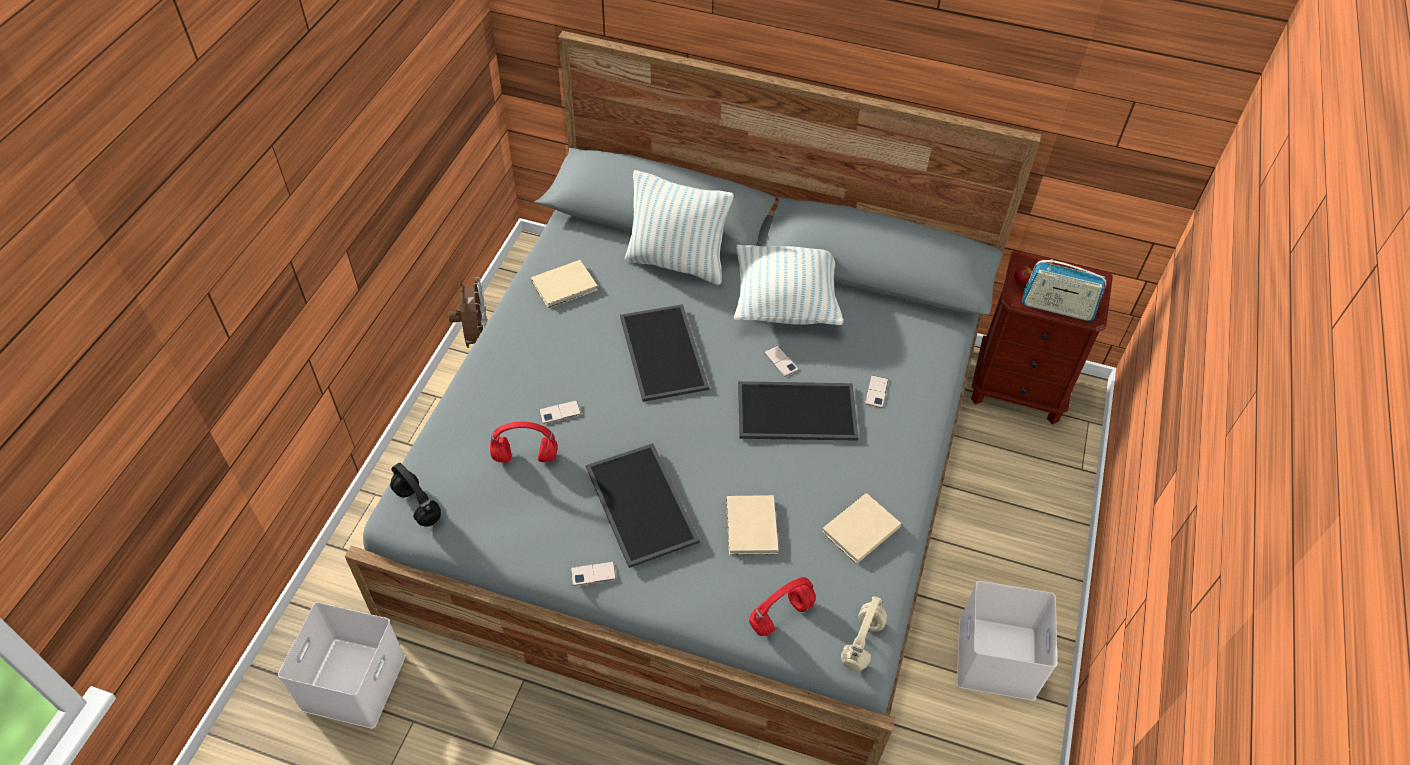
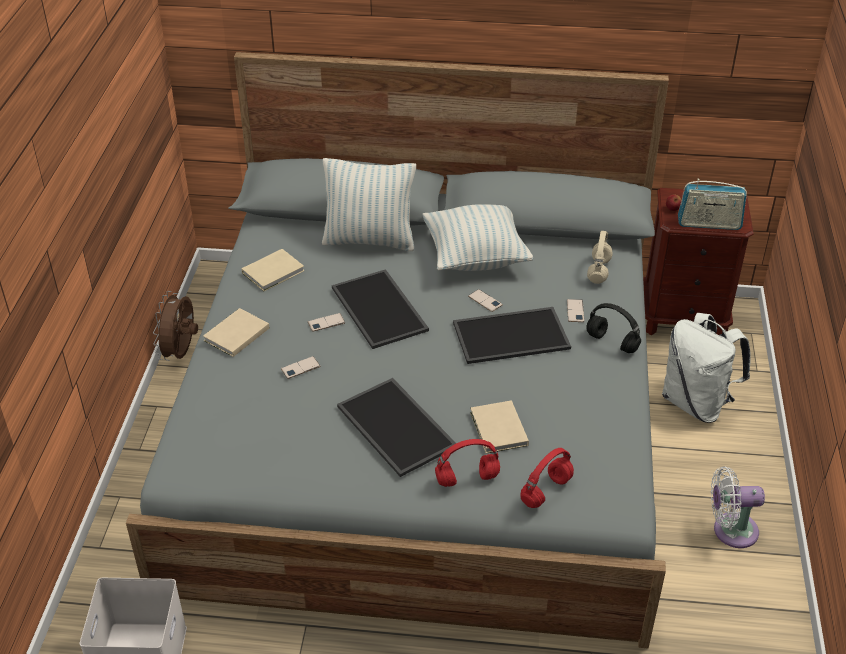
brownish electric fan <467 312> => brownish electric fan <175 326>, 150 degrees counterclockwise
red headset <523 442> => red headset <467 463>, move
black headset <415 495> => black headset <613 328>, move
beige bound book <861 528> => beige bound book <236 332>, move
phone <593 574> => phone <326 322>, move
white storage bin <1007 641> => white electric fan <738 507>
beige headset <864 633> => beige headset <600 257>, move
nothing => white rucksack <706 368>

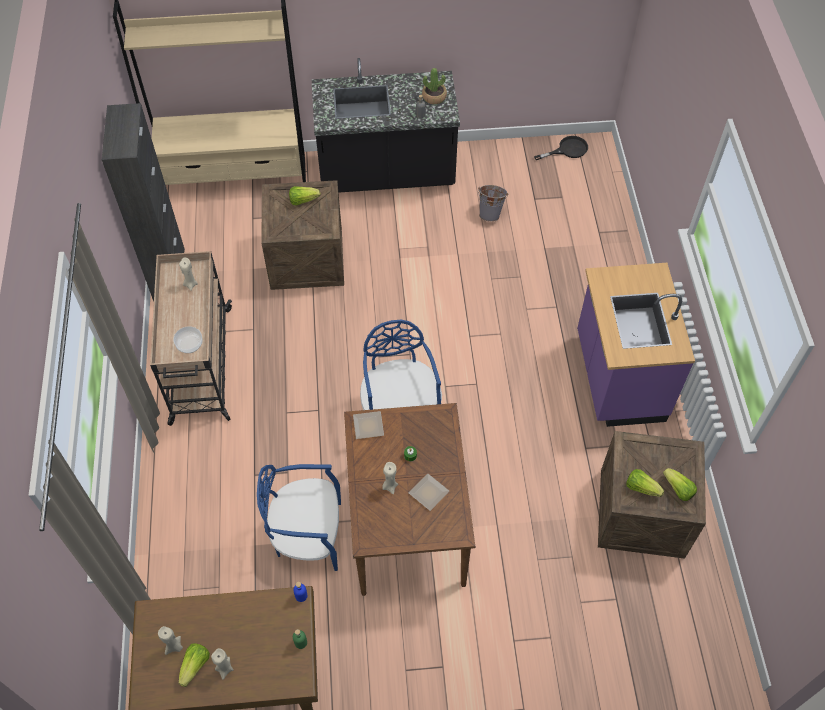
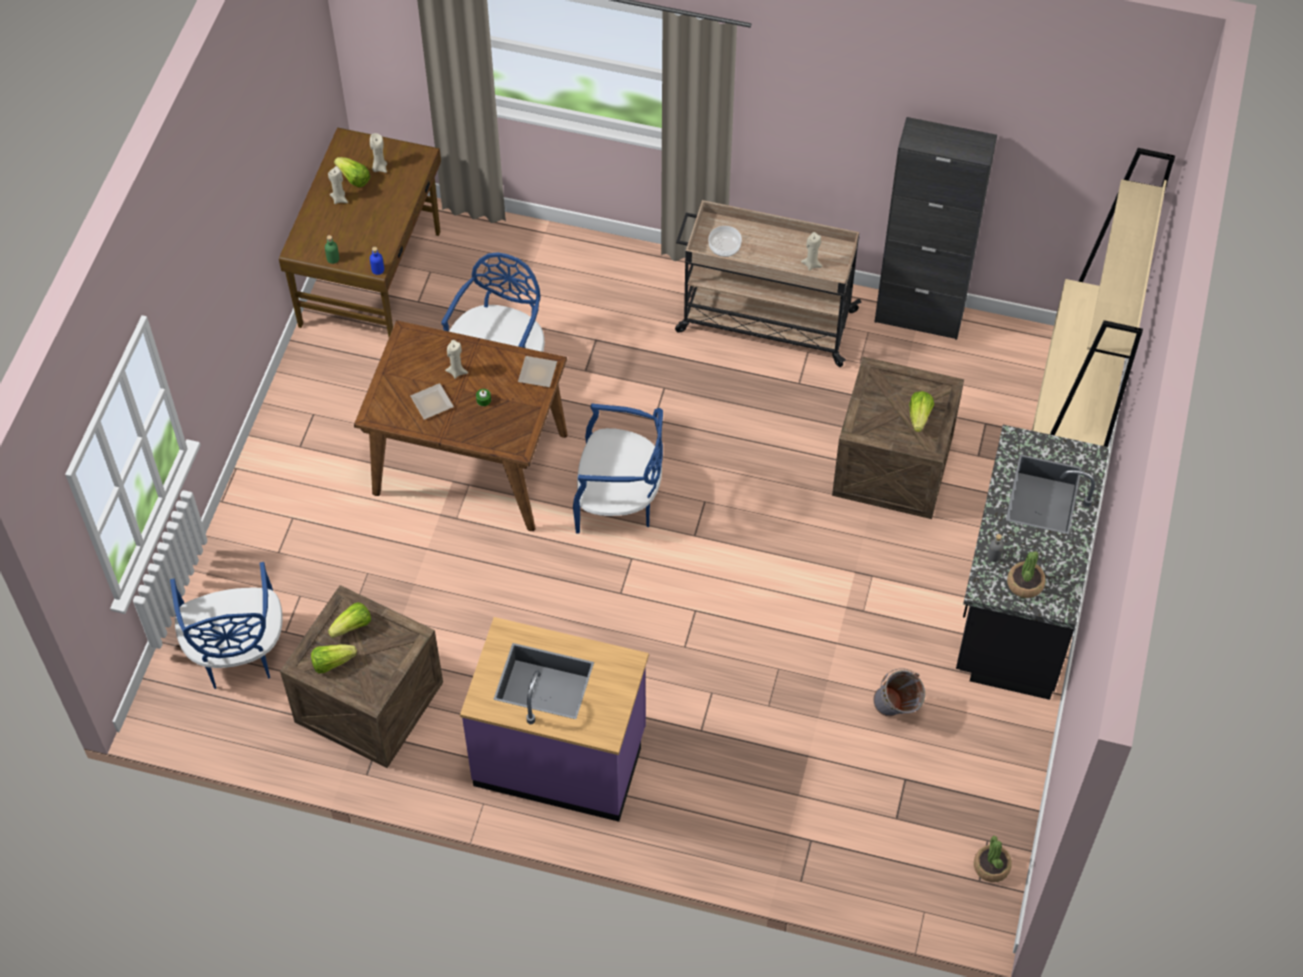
black pan <561 148> => houseplant <993 859>
nothing => blue-coloured chair <226 625>

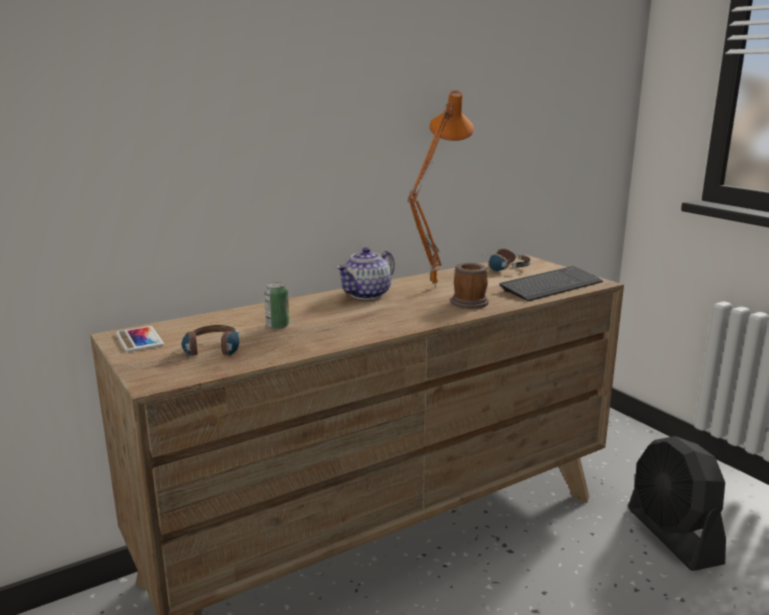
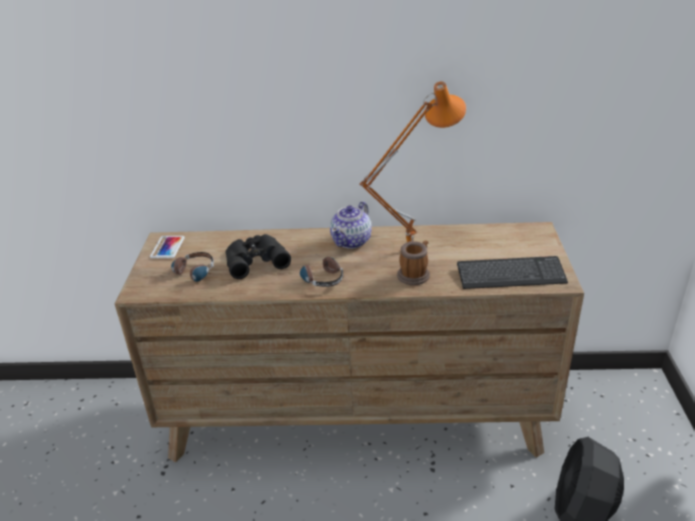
teapot <365 273> => teapot <351 225>, 45 degrees counterclockwise
headset <508 259> => headset <321 270>, move
sealed can <276 305> => black binoculars <258 256>

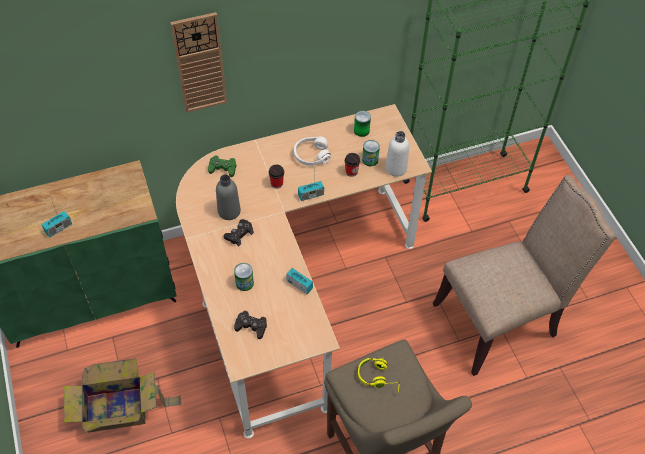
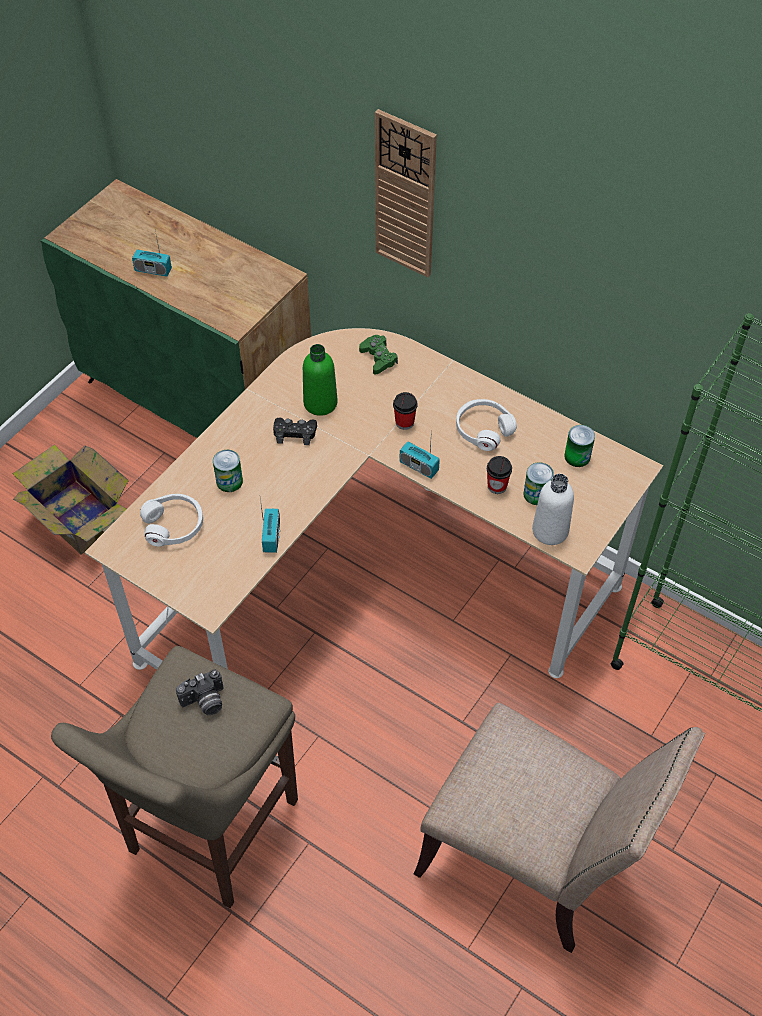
grey bottle <228 197> => green-coloured bottle <320 380>
black joypad <250 325> => white headset <171 520>
yellow headset <379 375> => photo camera <200 692>

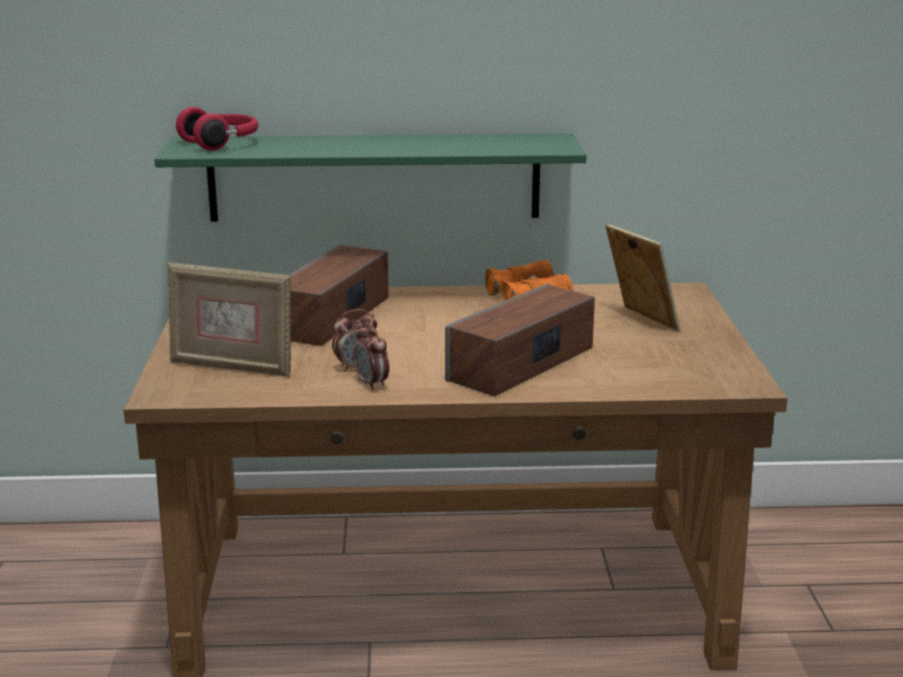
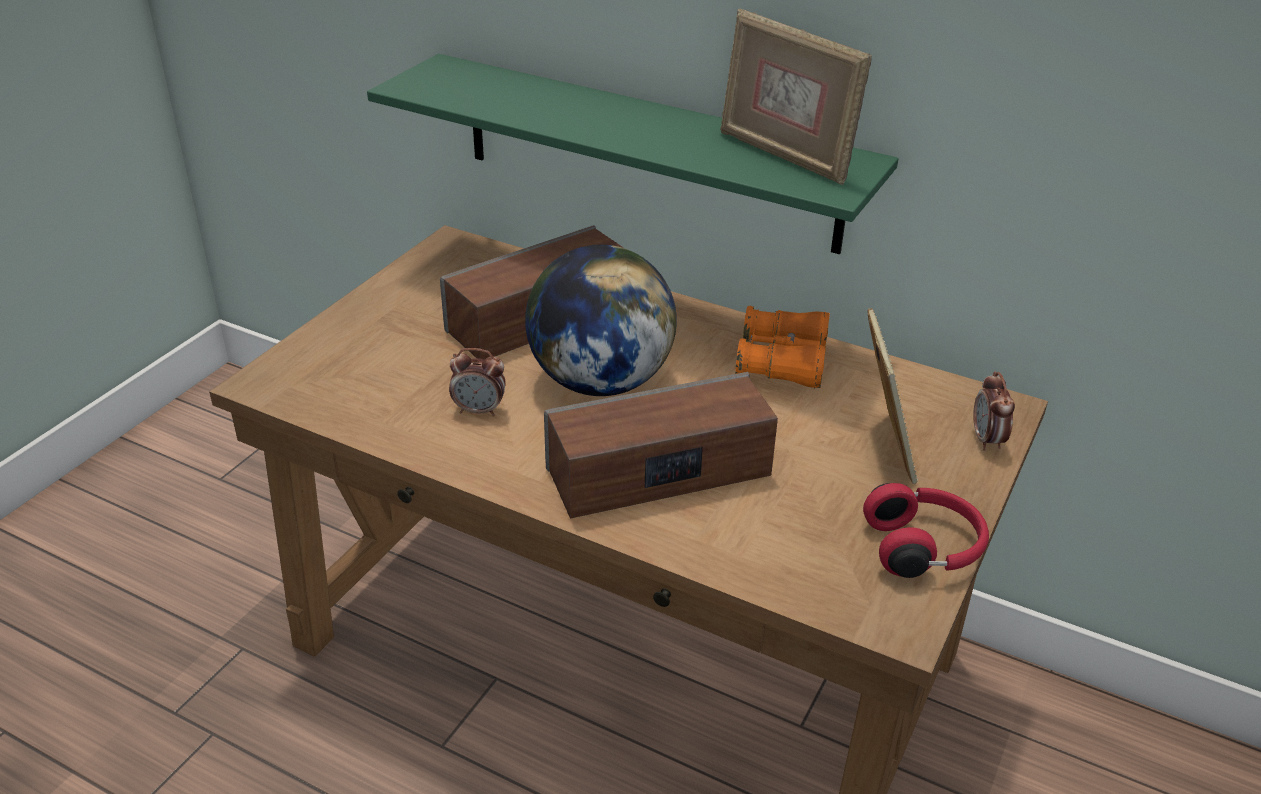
red headset <217 128> => red headset <926 530>, move
picture frame <229 319> => picture frame <796 97>, move
table clock <371 356> => table clock <994 411>, move
nothing => world globe <601 320>

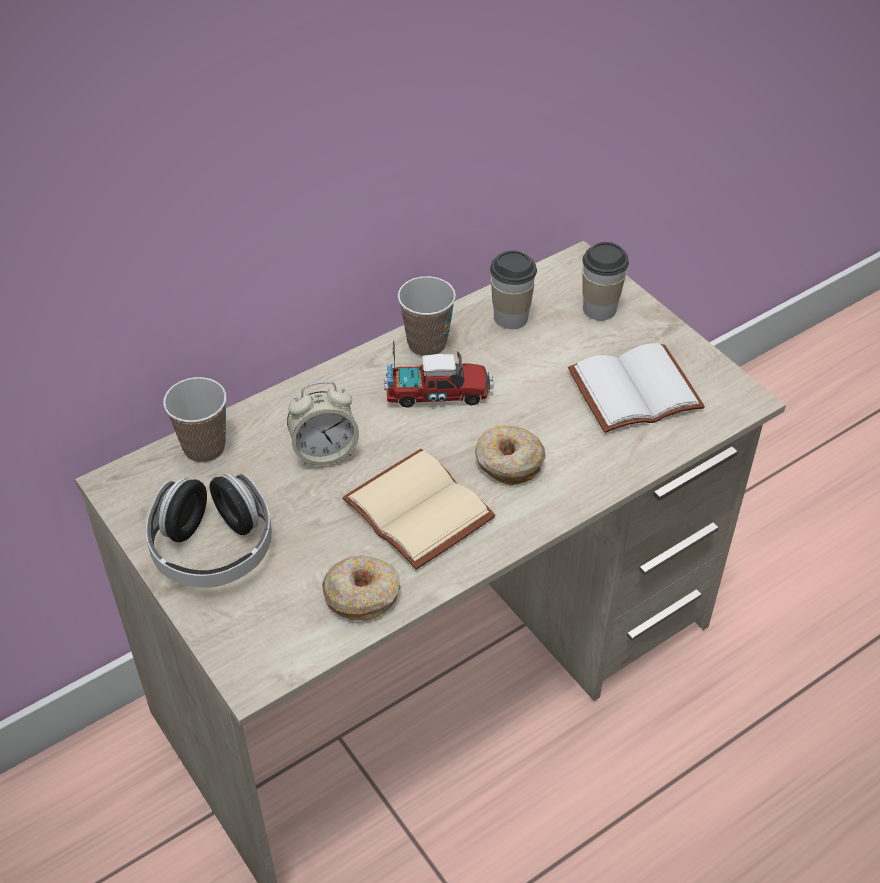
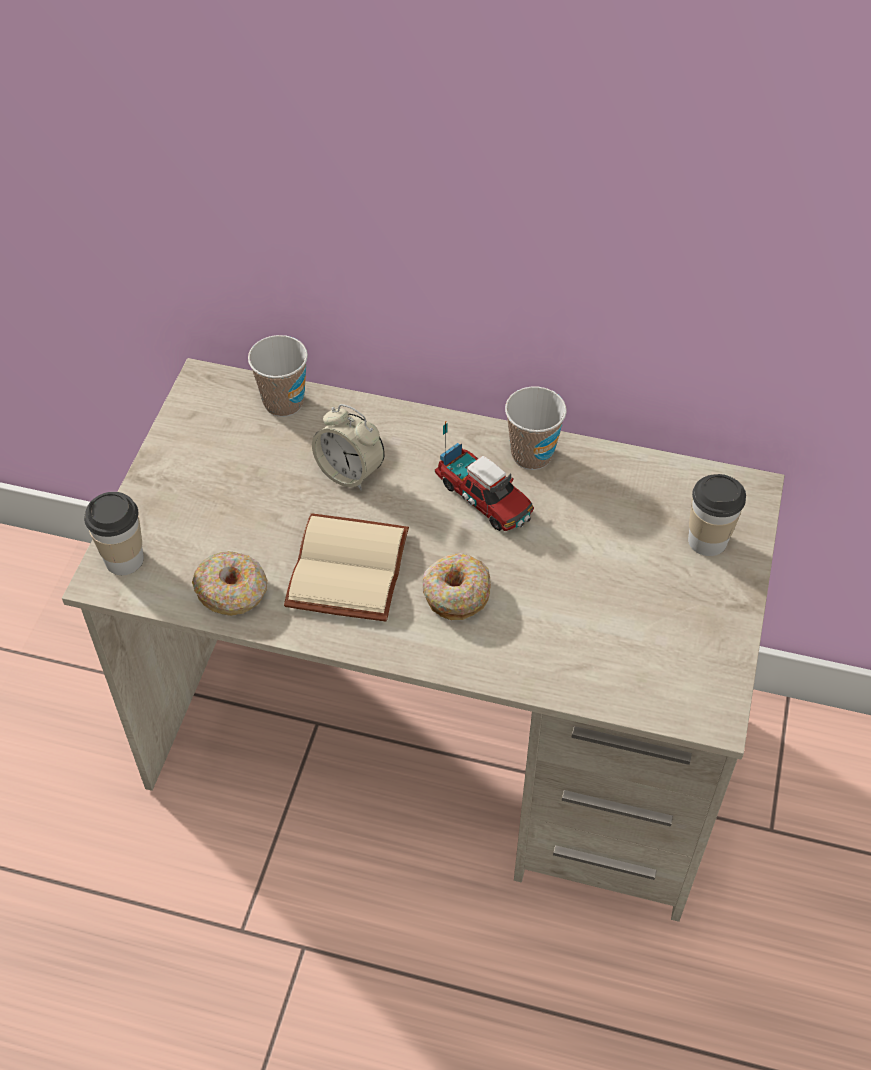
drinking cup <513 290> => drinking cup <114 533>, move
white bound book <636 388> => nothing
headset <209 530> => nothing

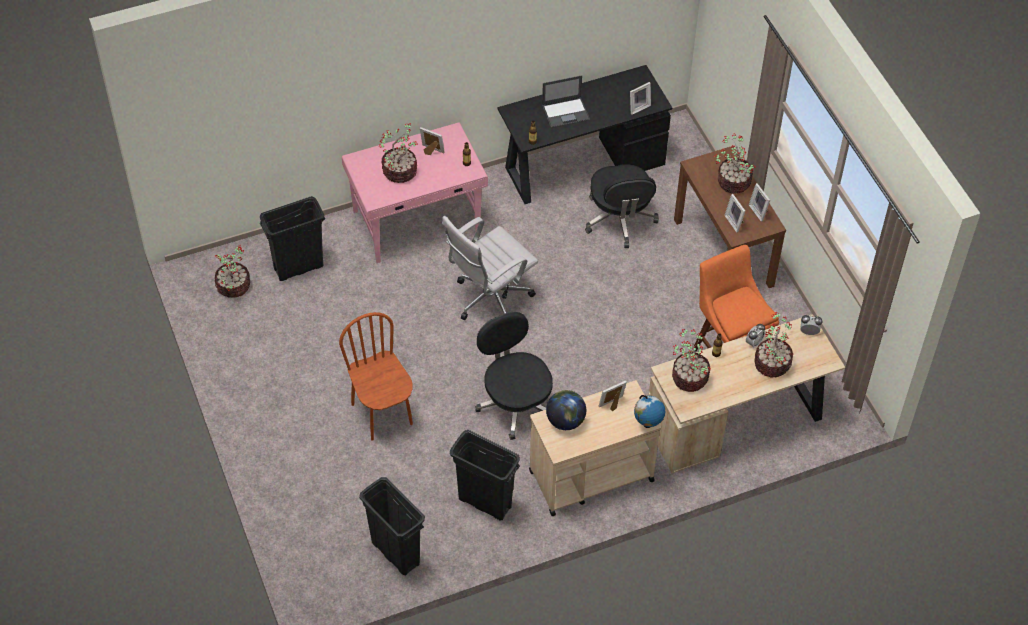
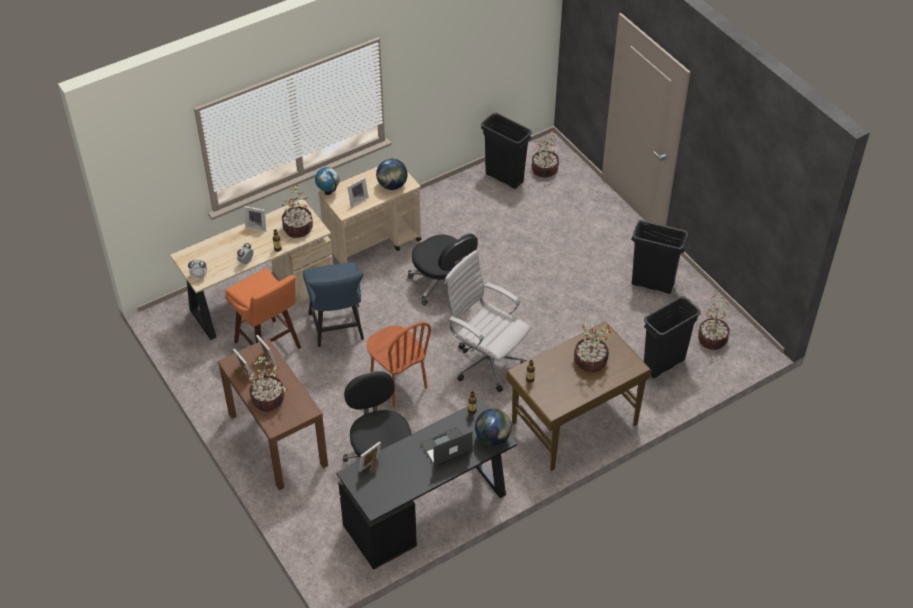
pinkish desk <415 192> => brownish desk <578 396>
picture frame <432 141> => picture frame <255 219>, move
white office chair <490 268> => white office chair <488 321>, 90 degrees counterclockwise
brownish chair <376 376> => brownish chair <398 364>, move
houseplant <773 345> => houseplant <545 154>, move
black rubbish bin <485 475> => black rubbish bin <659 257>, move
nothing => blue-coloured chair <333 304>
nothing => world globe <493 427>

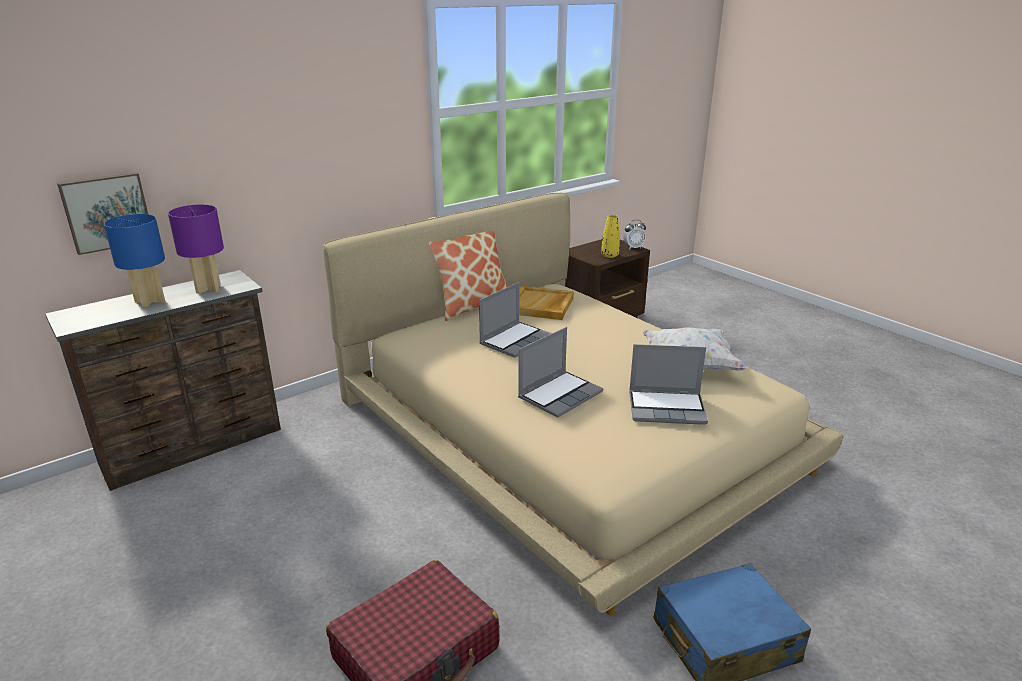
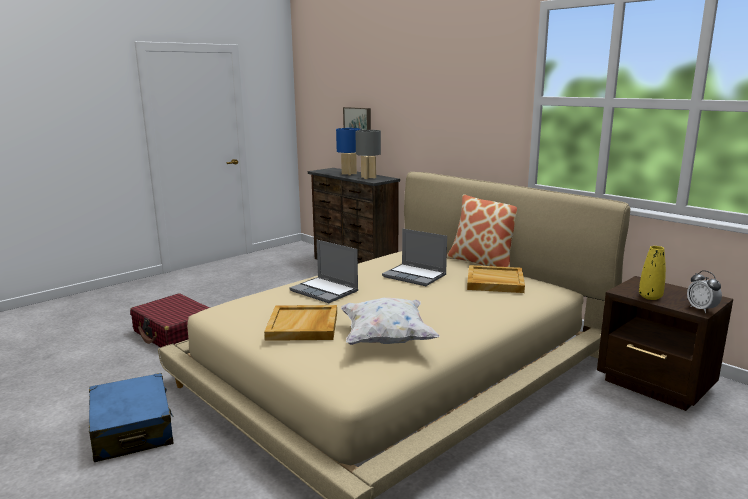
purplish table lamp <196 249> => grey table lamp <368 154>
notebook computer <668 384> => beige tray <300 323>

